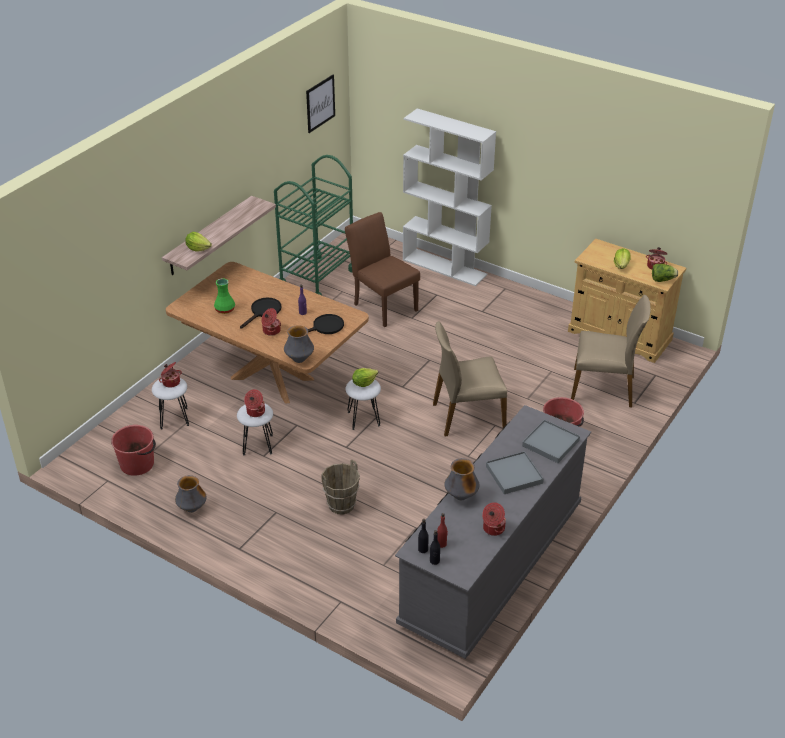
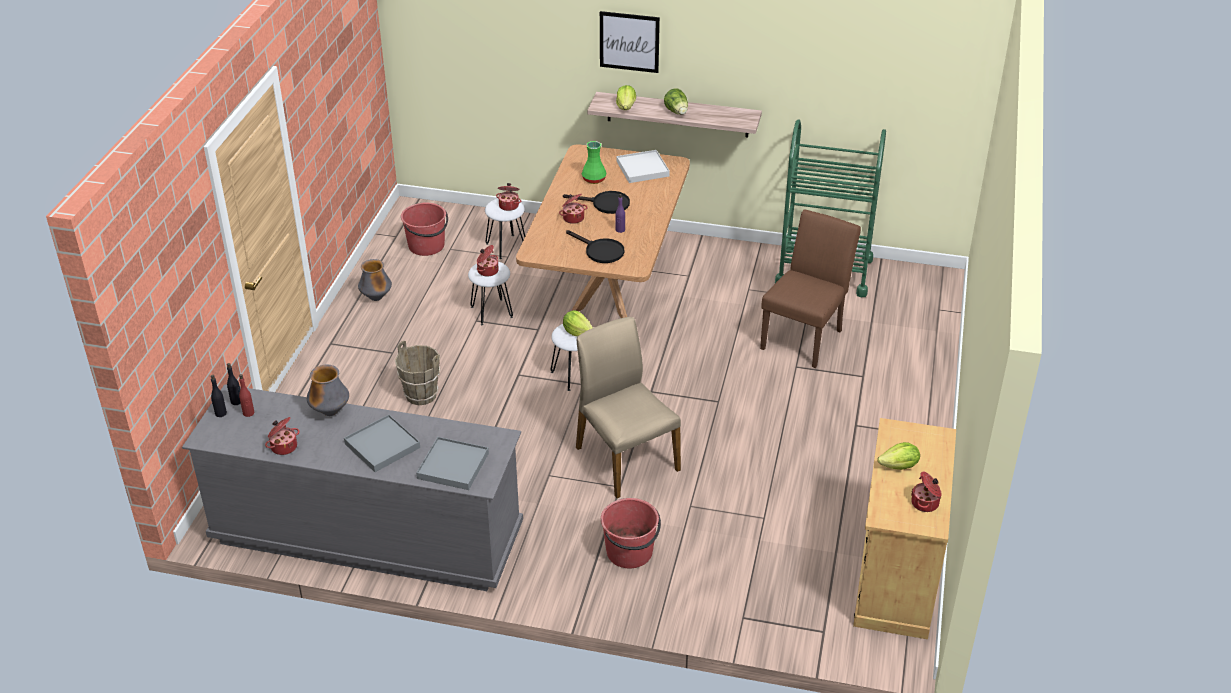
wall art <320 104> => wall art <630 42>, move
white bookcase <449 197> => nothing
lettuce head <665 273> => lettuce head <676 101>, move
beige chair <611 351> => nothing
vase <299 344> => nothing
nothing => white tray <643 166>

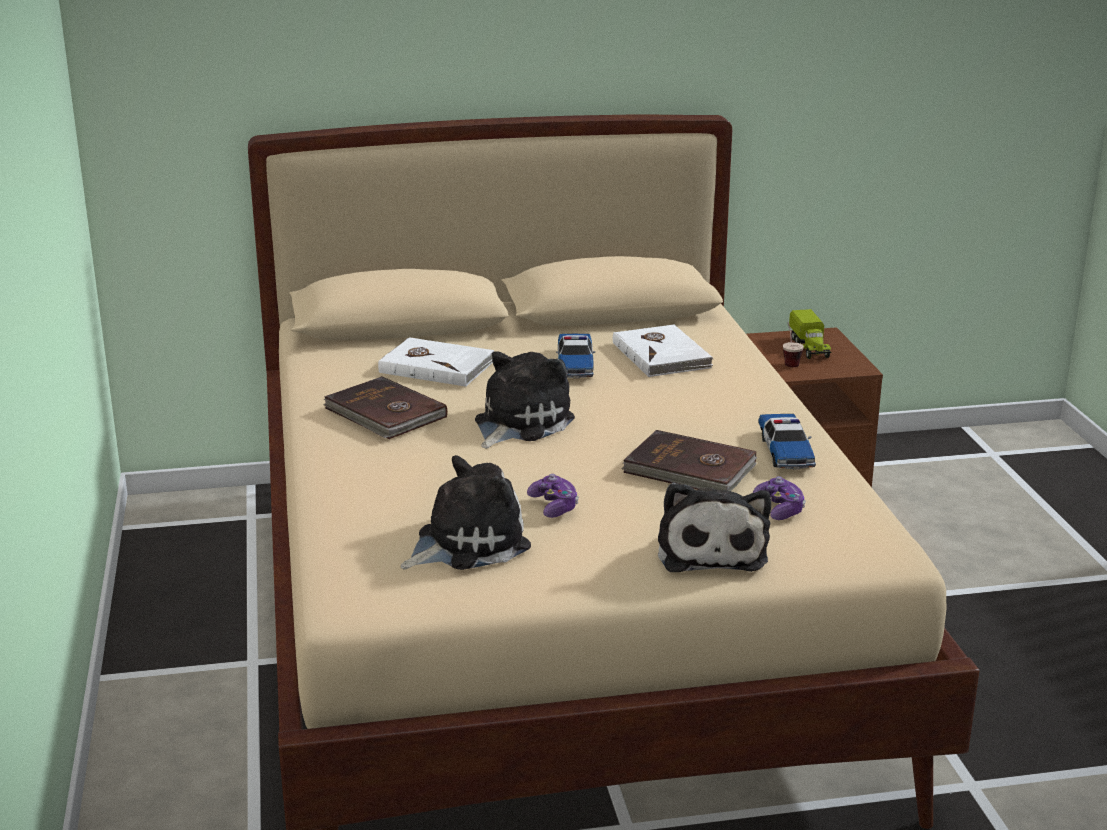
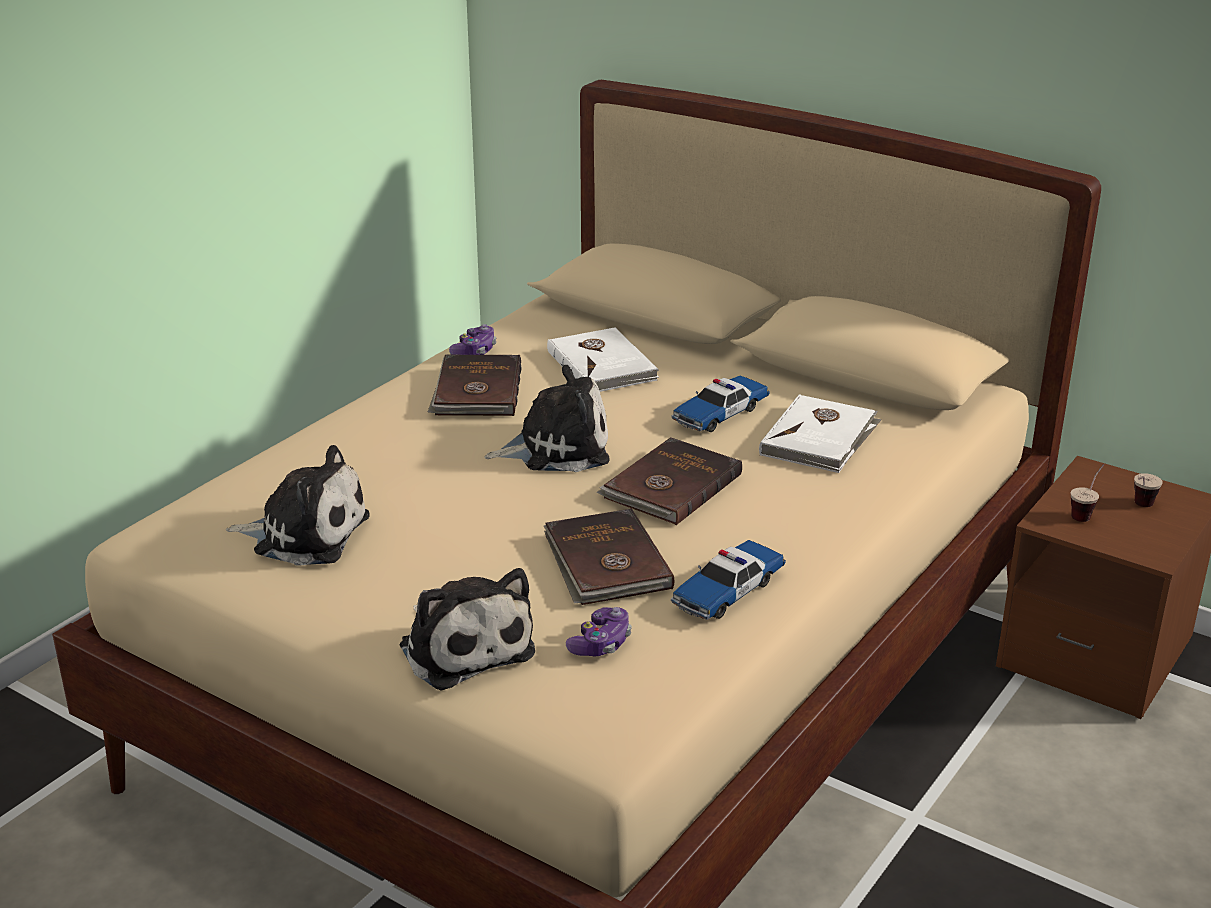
model truck <810 334> => drinking cup <1148 490>
joypad <553 496> => joypad <472 339>, move
plush toy <714 527> => plush toy <467 629>, 75 degrees counterclockwise
nothing => brownish bound book <669 481>

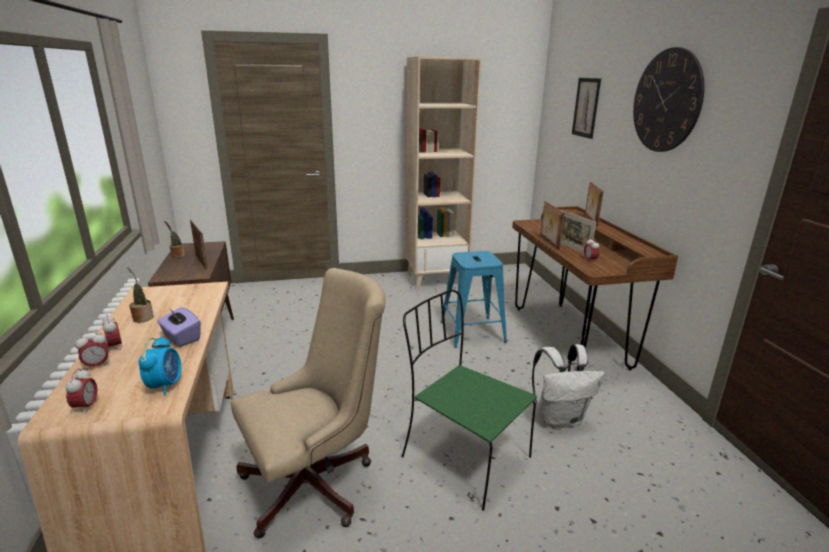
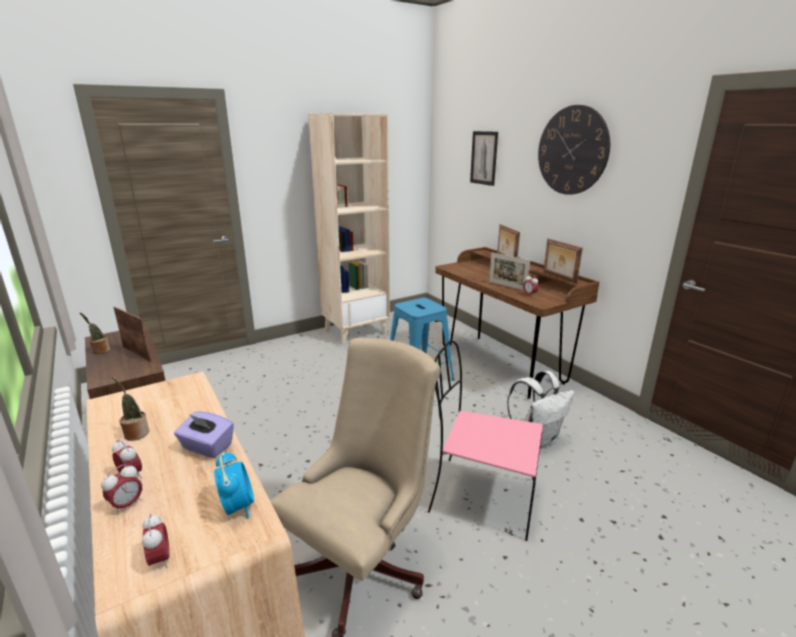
picture frame <553 225> => picture frame <563 261>, move
green-coloured chair <469 400> => pinkish chair <485 440>

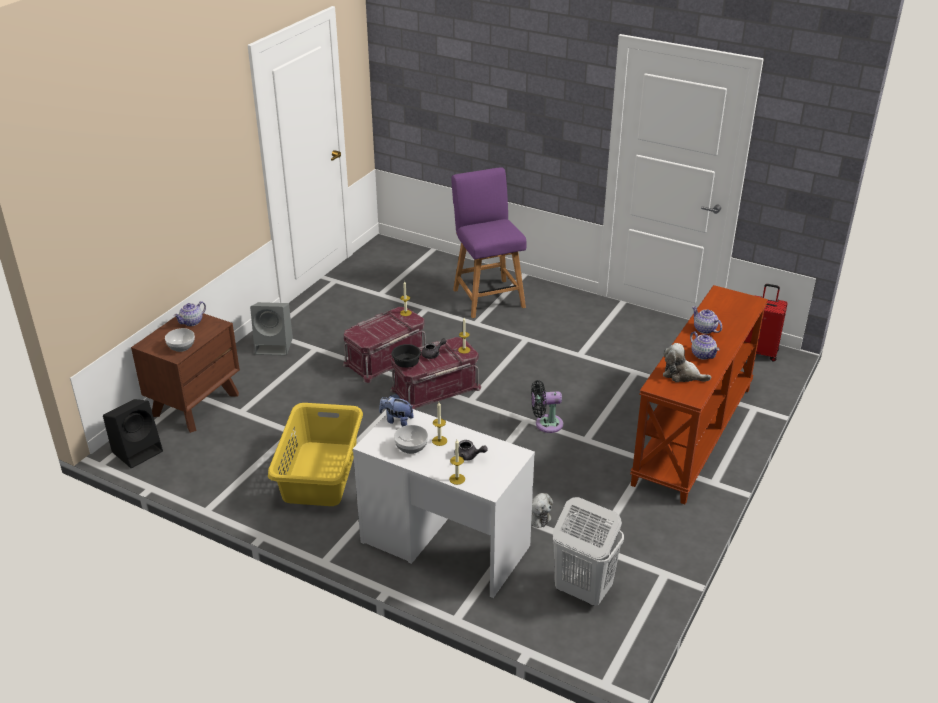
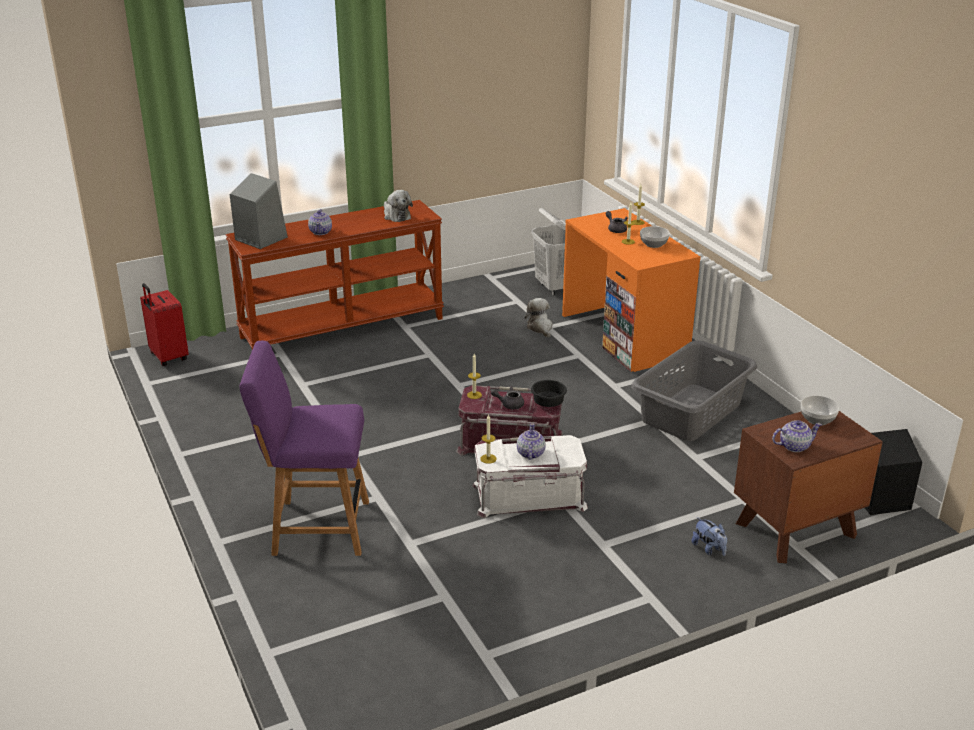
purplish chair <489 242> => purplish chair <304 448>, 75 degrees clockwise
grey audio speaker <271 329> => grey audio speaker <259 211>, move
red storage bin <384 345> => white storage bin <530 476>
teapot <705 345> => teapot <531 441>, move
black electric fan <547 406> => nothing
plush toy <396 410> => plush toy <709 536>, move
yellow washing basket <315 454> => grey washing basket <694 391>
white desk <444 503> => orange desk <631 290>

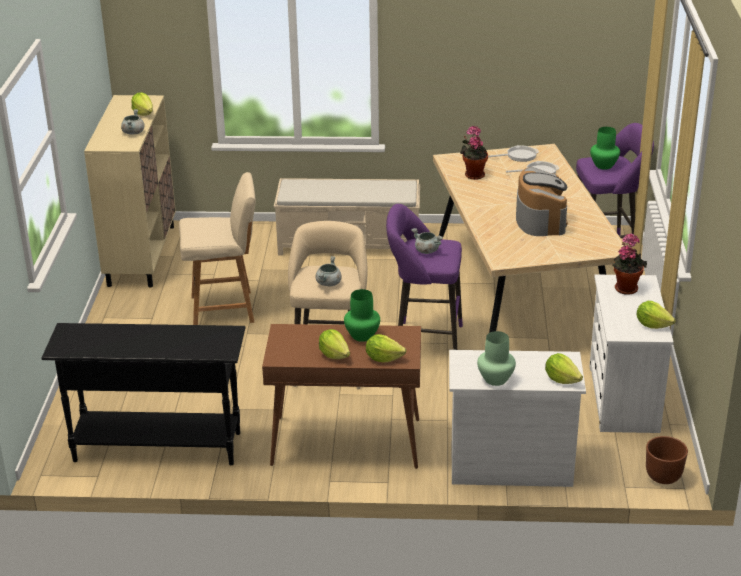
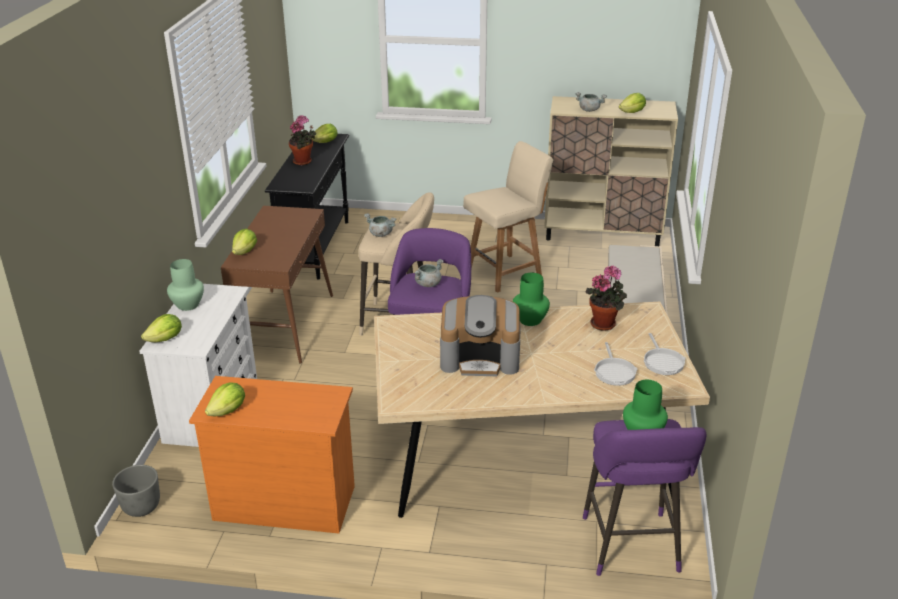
beige chair <217 248> => beige chair <508 217>, 120 degrees counterclockwise
houseplant <630 264> => houseplant <302 140>, move
white drawer chest <631 354> => orange drawer chest <272 454>
green-coloured vase <362 315> => green-coloured vase <531 299>, move
lettuce head <334 344> => lettuce head <324 133>, move
brownish plant pot <667 460> => grey plant pot <136 491>

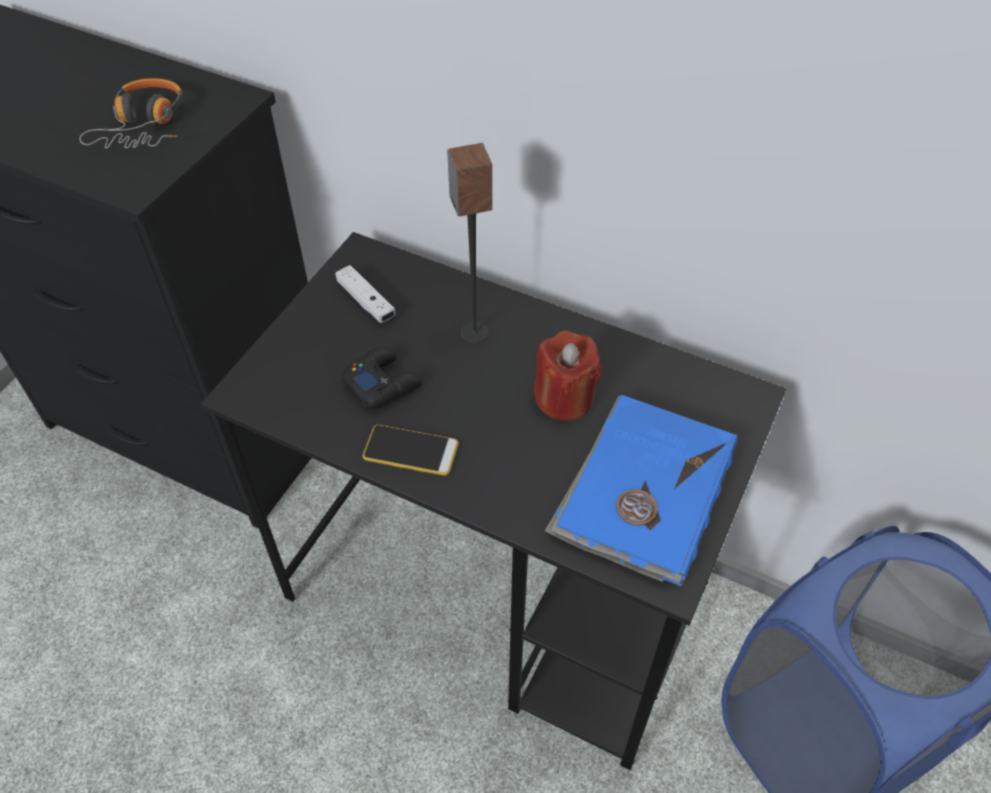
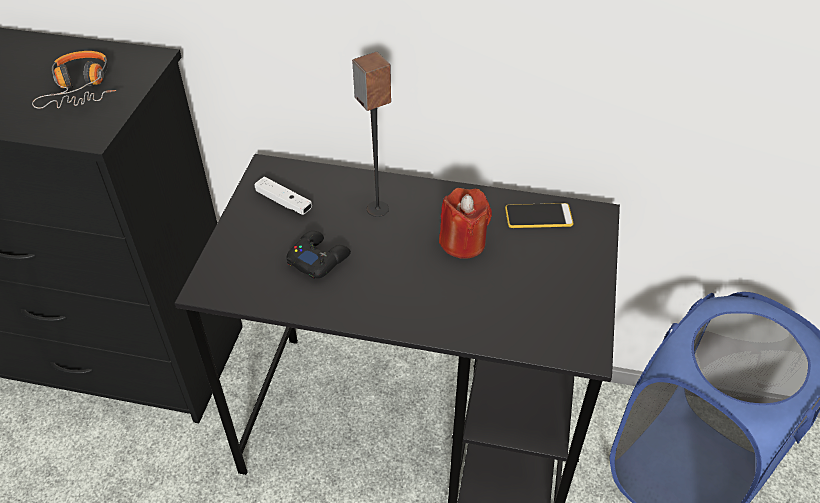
blue-coloured bound book <641 490> => nothing
phone <411 450> => phone <539 215>, move

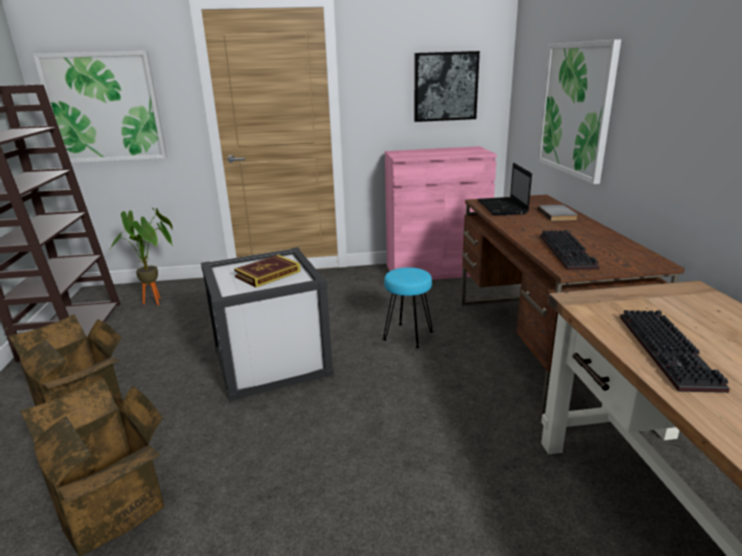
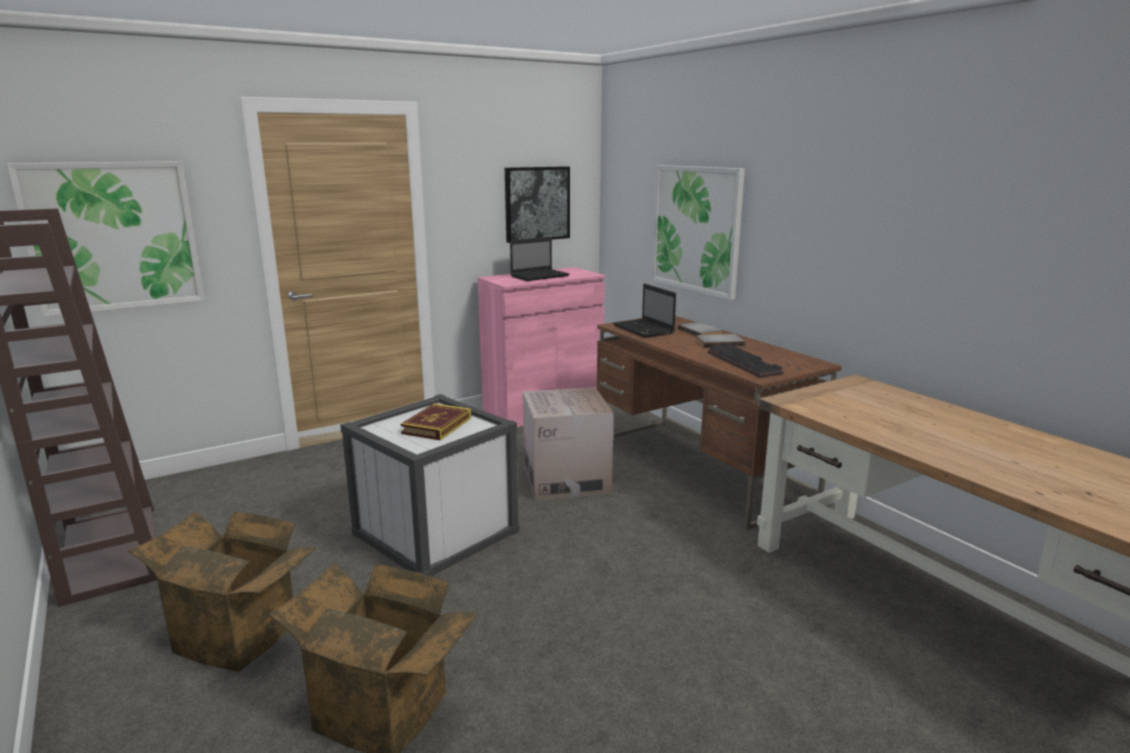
houseplant <141 256> => nothing
turquoise sitting stool <408 307> => packing box <568 443>
keyboard <675 351> => nothing
nothing => notebook computer <540 259>
nothing => grey bound book <720 340>

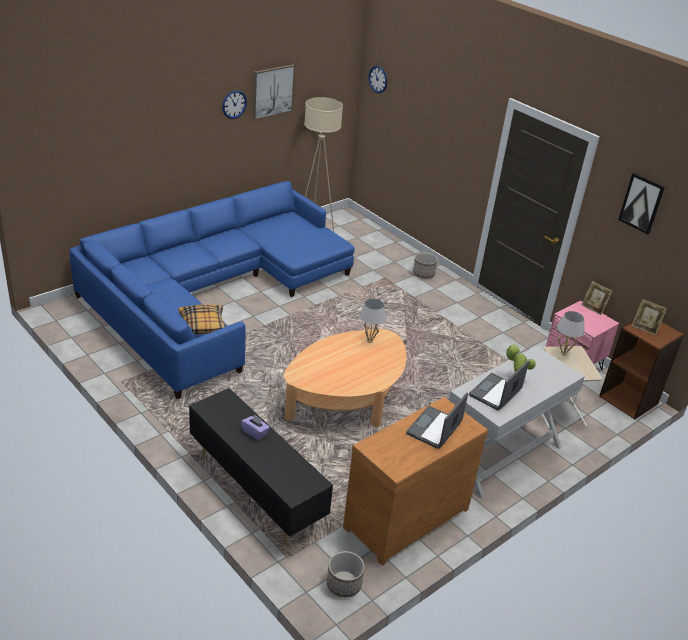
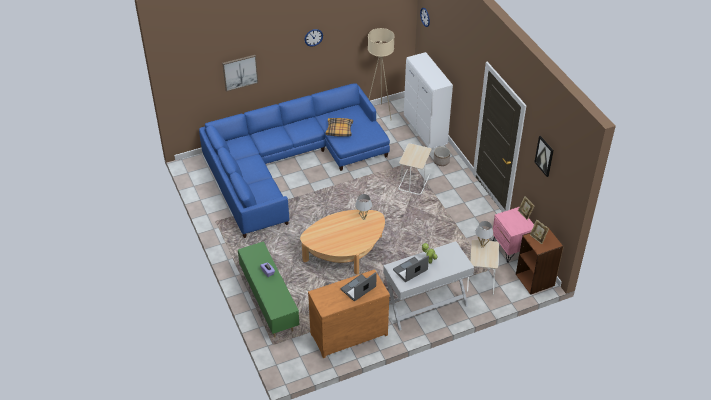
wall art <274 92> => wall art <240 73>, move
pillow <202 319> => pillow <339 127>, move
black tv stand <261 466> => green-coloured tv stand <268 289>
plant pot <346 574> => nothing
nothing => white cabinet <428 100>
nothing => beige end table <414 169>

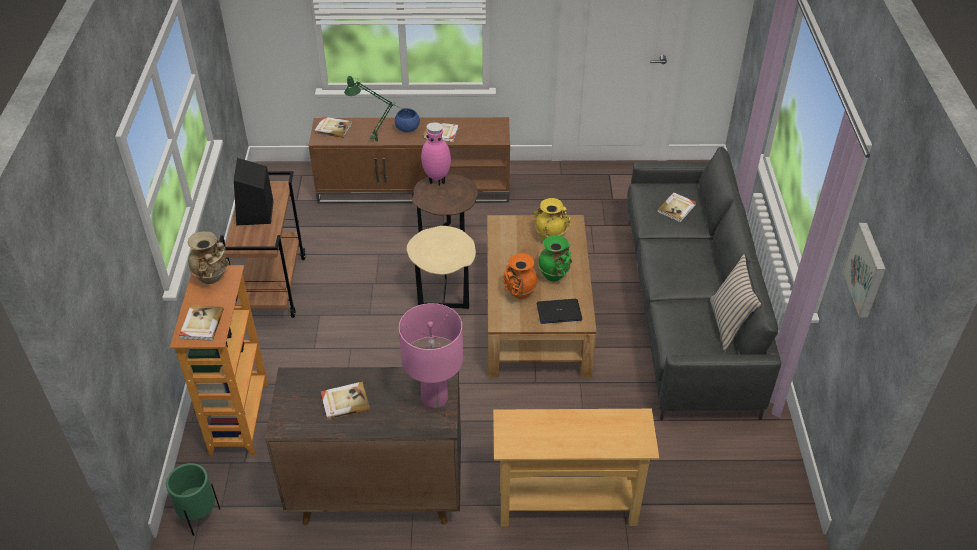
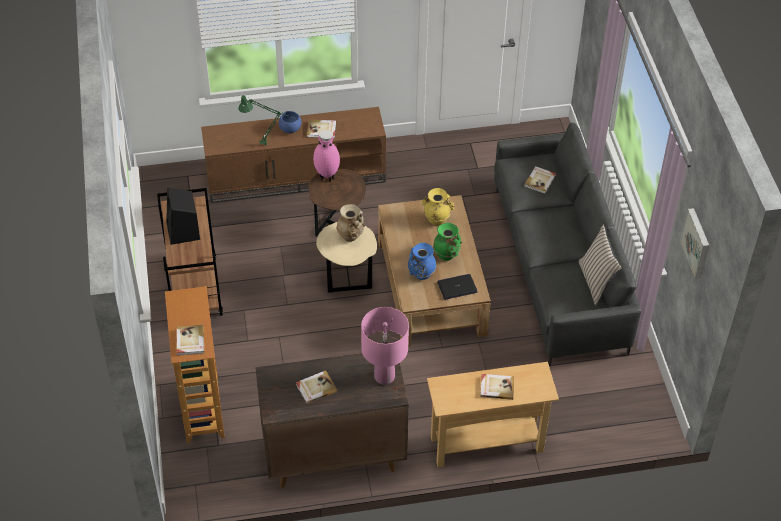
bound book <333 127> => bound book <497 387>, move
beige vase <208 257> => beige vase <350 223>, move
orange vase <520 276> => blue-coloured vase <422 261>
green-coloured plant pot <193 499> => nothing

